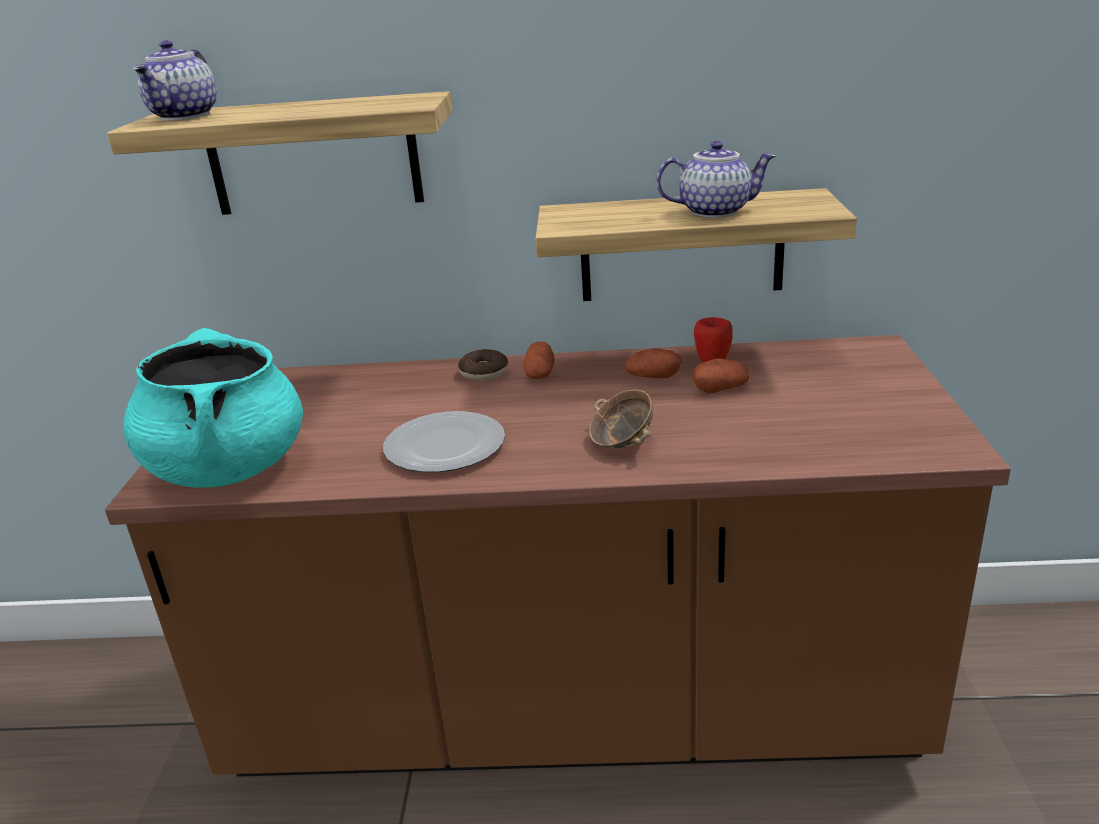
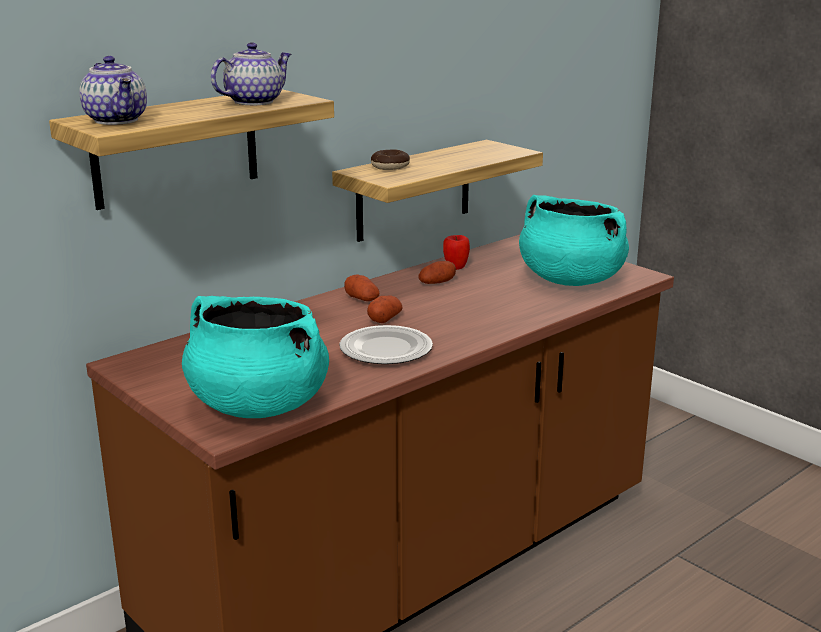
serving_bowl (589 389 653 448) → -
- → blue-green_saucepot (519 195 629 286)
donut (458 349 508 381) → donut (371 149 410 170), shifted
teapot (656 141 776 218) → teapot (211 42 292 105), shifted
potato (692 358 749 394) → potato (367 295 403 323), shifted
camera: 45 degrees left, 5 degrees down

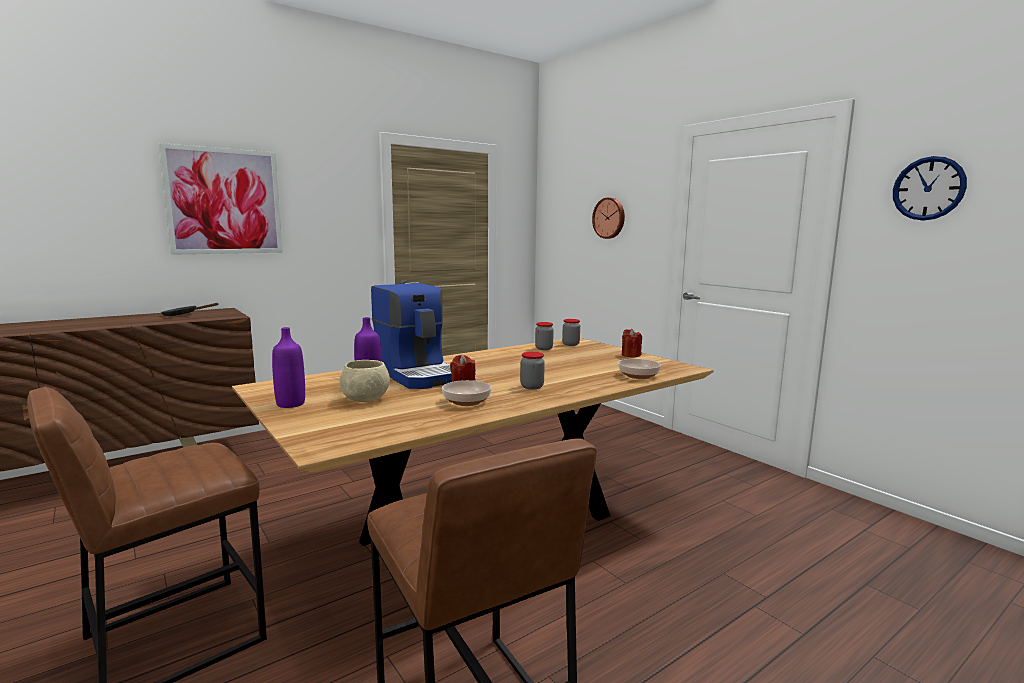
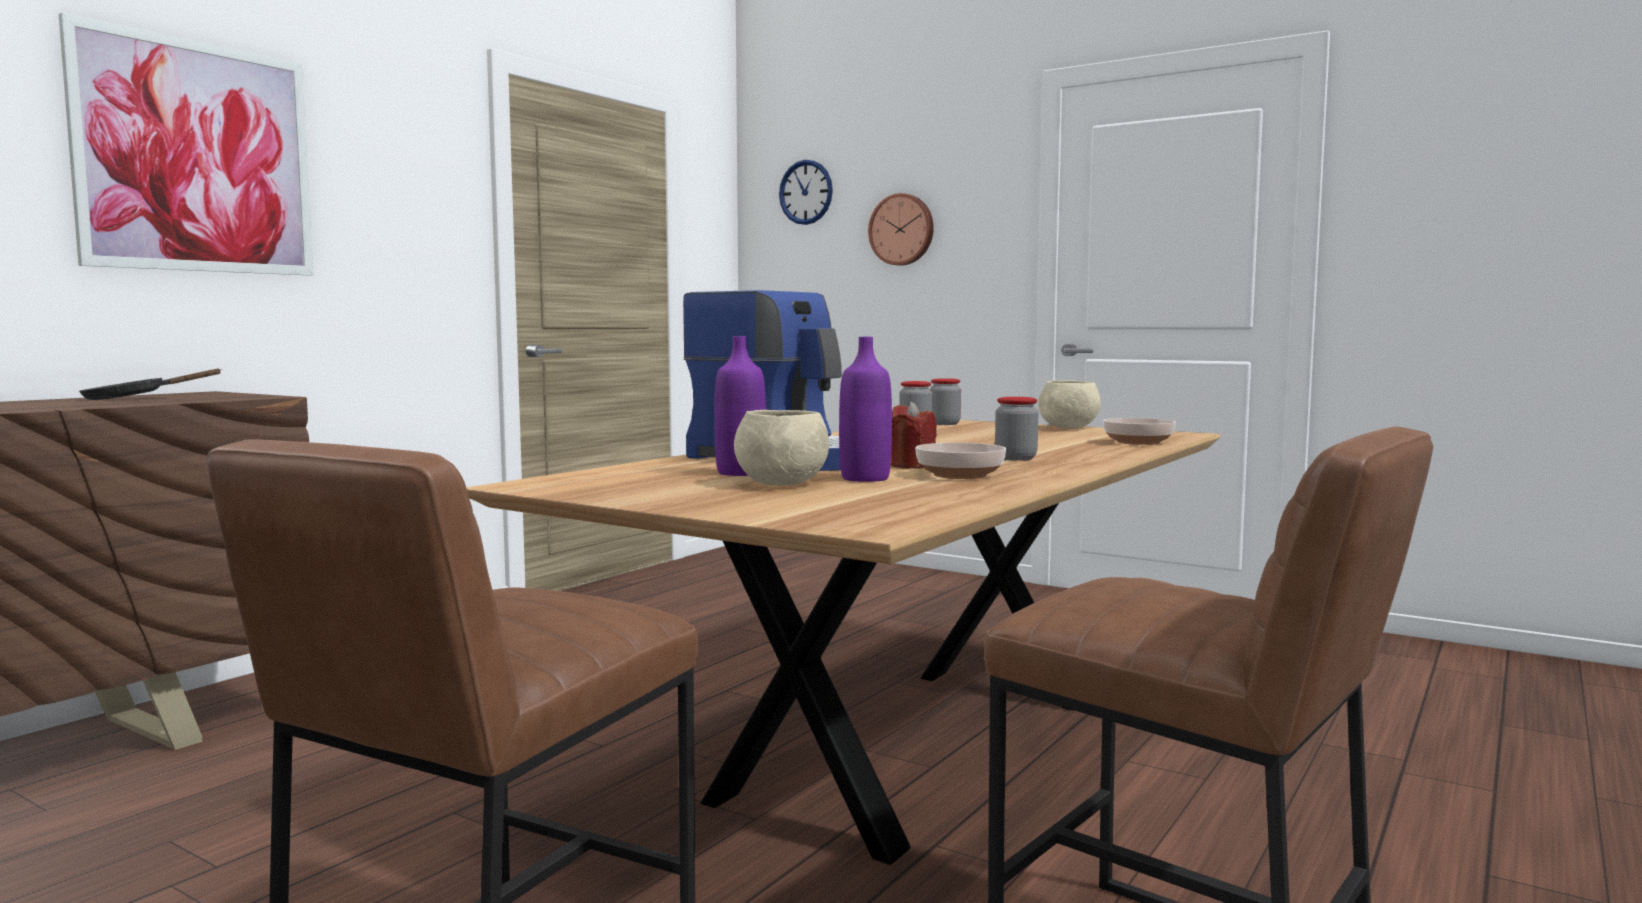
purple_bottle (272 327 305 408) → purple_bottle (839 337 892 482), shifted
wall_clock (893 156 967 221) → wall_clock (779 160 833 225), shifted
red-coloured_candle (622 329 642 357) → beige_serving_bowl (1038 380 1101 429)
camera: 20 degrees left, 5 degrees down

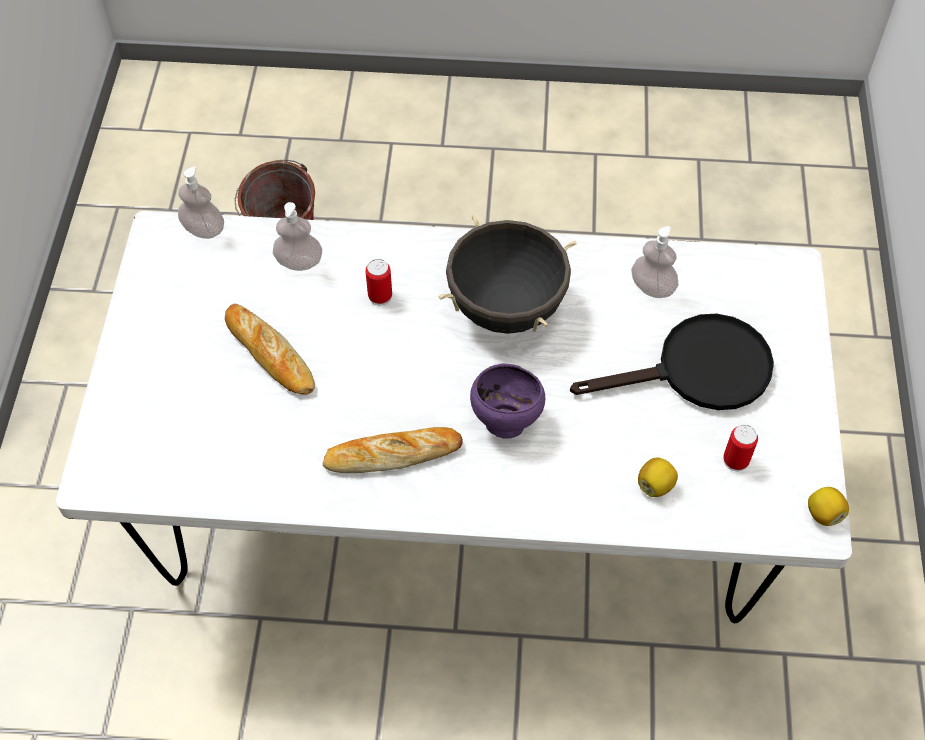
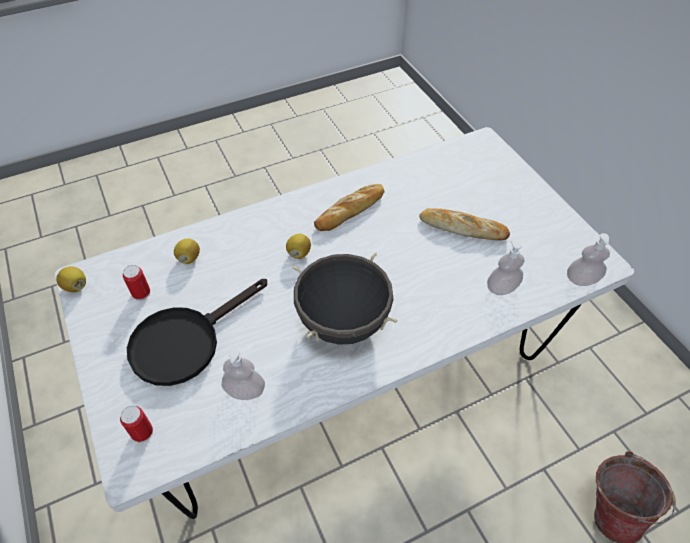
can (366 259 392 306) → can (120 406 153 443), shifted
purple_serving_bowl (470 364 545 439) → citrus_fruit (286 234 311 259)
camera: 150 degrees right, 5 degrees down

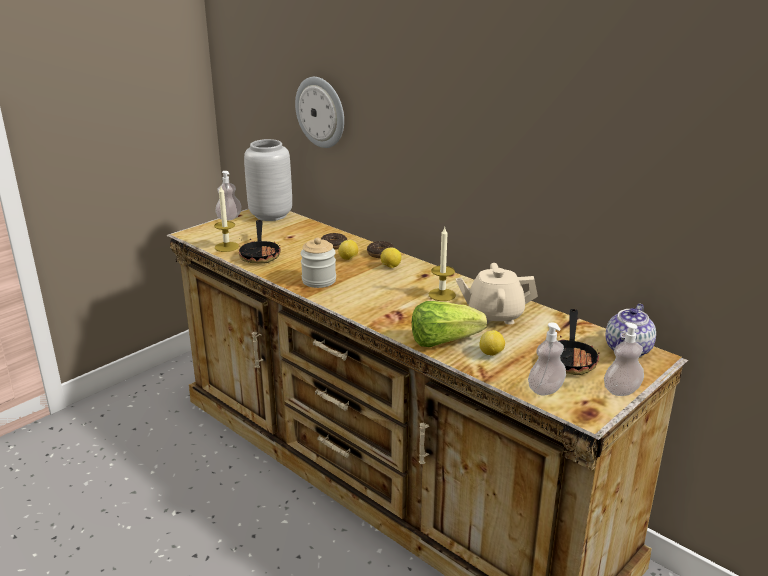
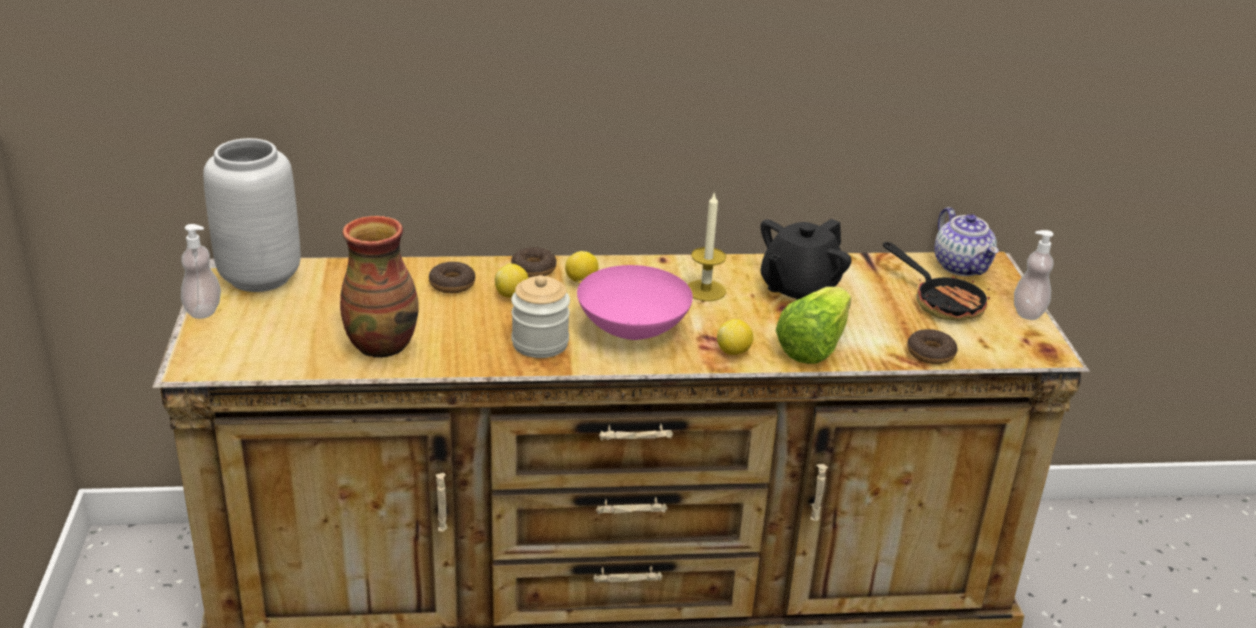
candle (214 186 239 252) → -
wall_clock (295 77 344 148) → -
liquid_soap_bottle (528 322 566 395) → -
- → pink_serving_bowl (577 265 693 340)
- → donut (907 329 958 364)
citrus_fruit (479 330 505 356) → citrus_fruit (717 319 753 355), shifted
frying_pan (239 220 281 263) → flower_vase (340 216 419 358)
beige_teapot (456 263 538 325) → black_teapot (761 219 852 300)
camera: 50 degrees left, 5 degrees up

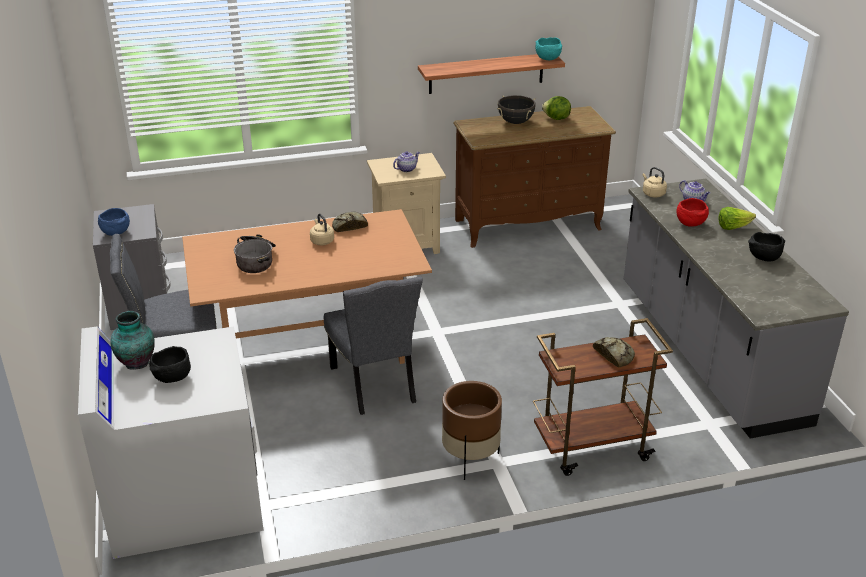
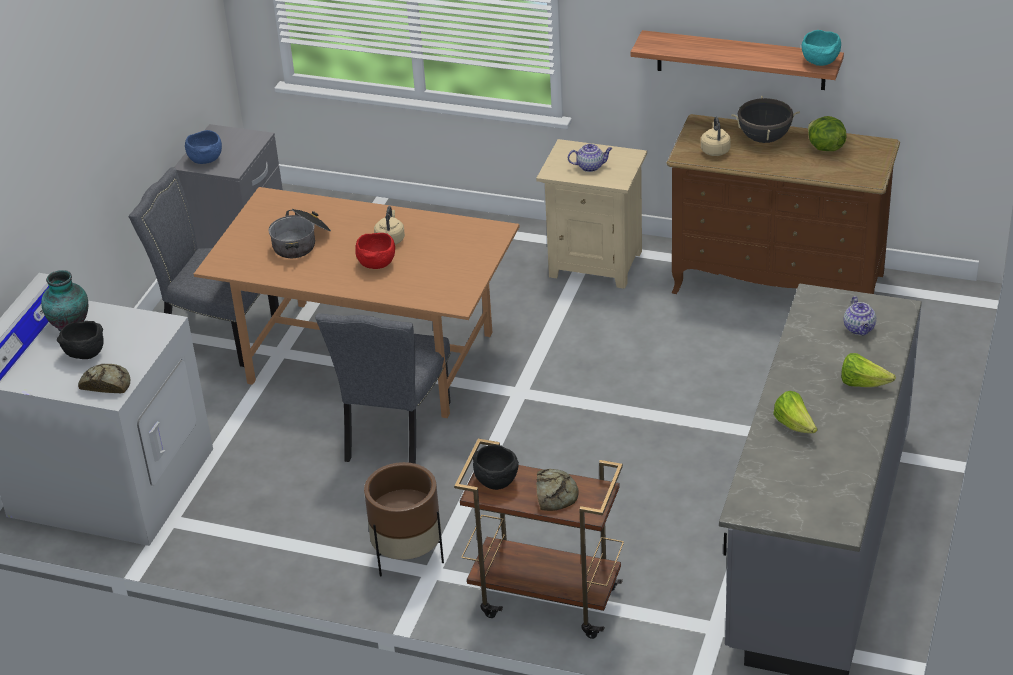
- → lettuce_head (773 391 817 433)
bakery_bread (332 211 368 232) → bakery_bread (78 364 130 393), shifted
beige_kettle (642 167 667 198) → beige_kettle (701 117 731 156), shifted
red-coloured_serving_bowl (676 198 709 227) → red-coloured_serving_bowl (355 233 395 269), shifted
black_serving_bowl (748 232 785 261) → black_serving_bowl (472 444 519 490), shifted
camera: 35 degrees right, 5 degrees up

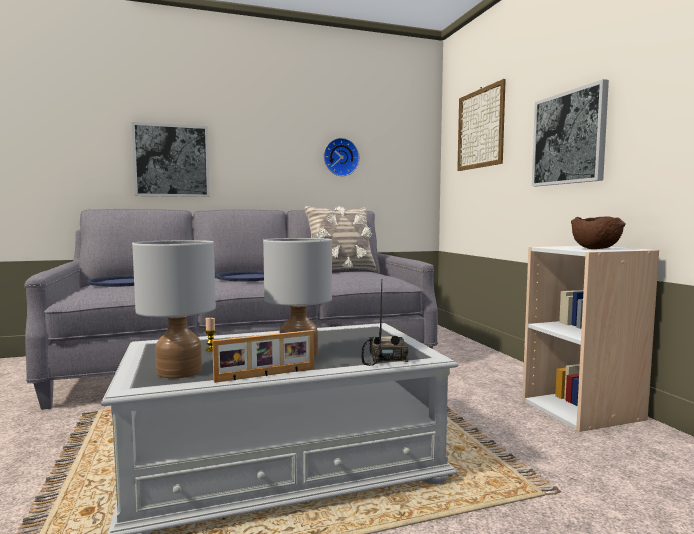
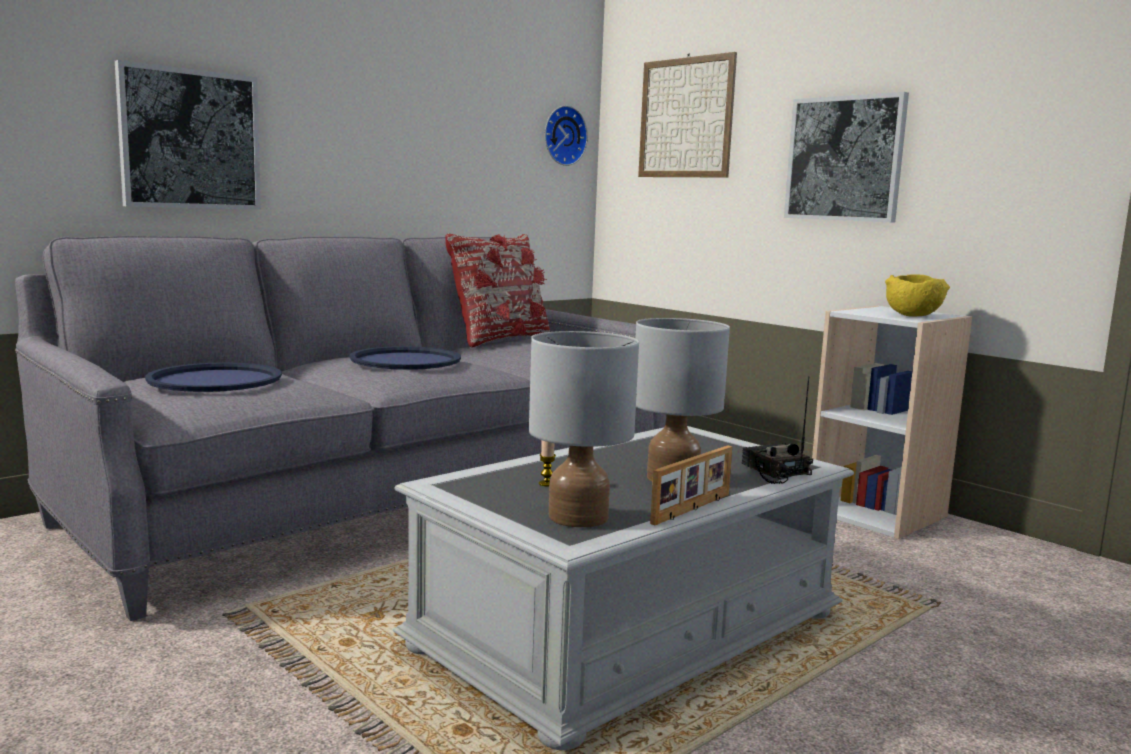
wall_clock (323 138 360 176) → wall_clock (545 105 588 166), shifted
beige_cushion (305 206 376 271) → red-coloured_cushion (445 234 550 348)
brown_serving_bowl (571 217 626 249) → yellowish_serving_bowl (885 274 950 317)
camera: 25 degrees left, 5 degrees up

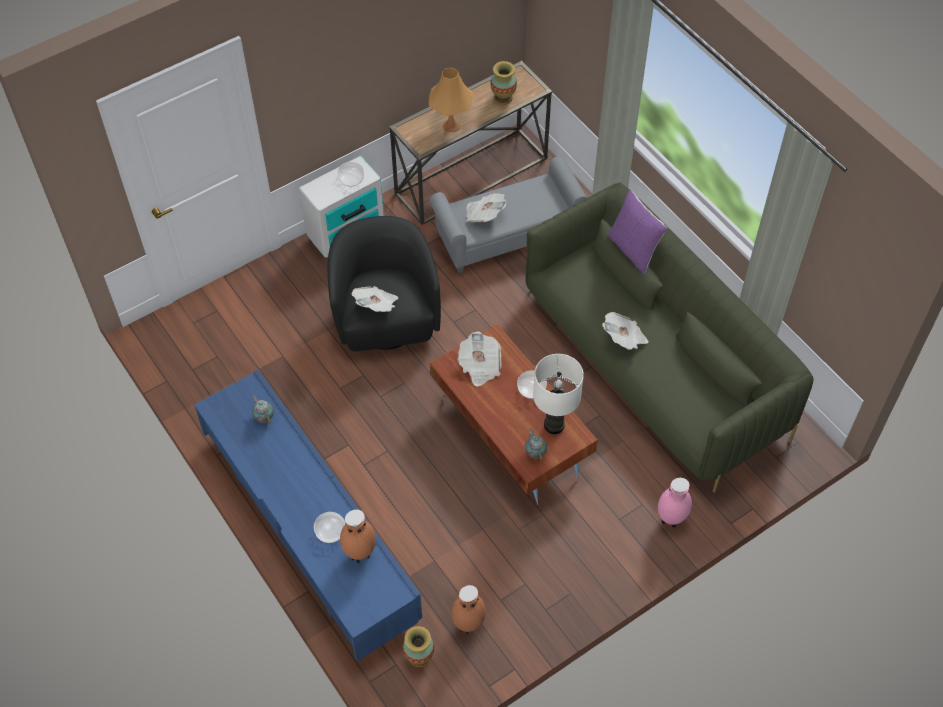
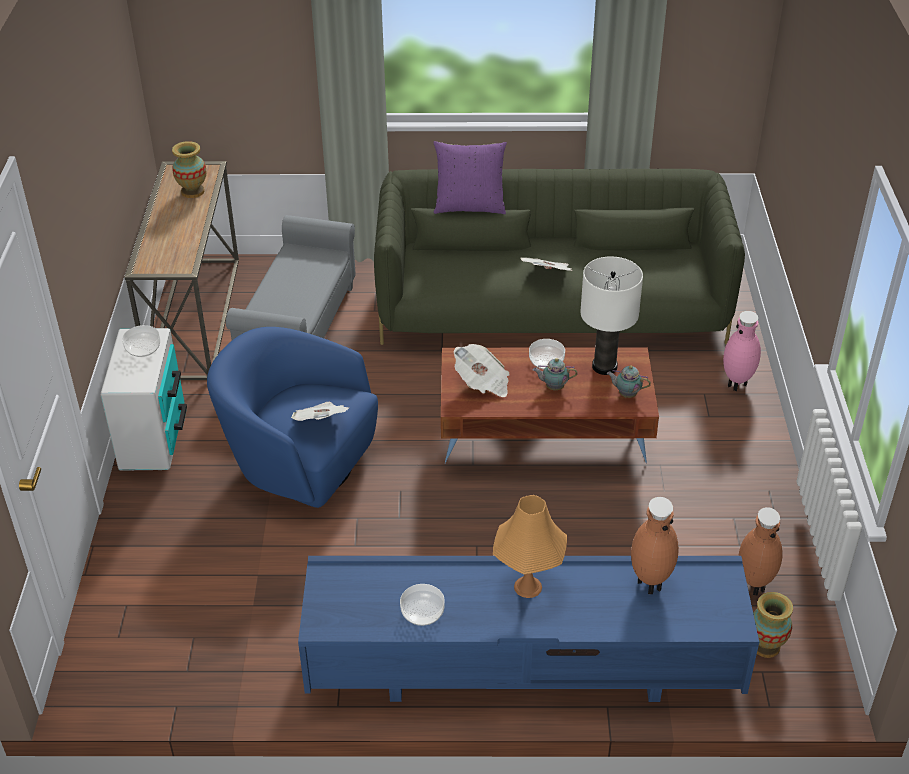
newspaper (466 193 506 222) → -
teapot (252 395 274 423) → teapot (533 358 577 390), shifted
serving_bowl (314 512 345 543) → serving_bowl (400 584 445 626), shifted
orange-coloured_tabletop_lamp (429 67 473 132) → orange-coloured_tabletop_lamp (493 495 567 598), shifted
black_lounge_chair (328 216 441 351) → bluish_lounge_chair (207 327 378 508)
camera: 55 degrees left, 15 degrees down

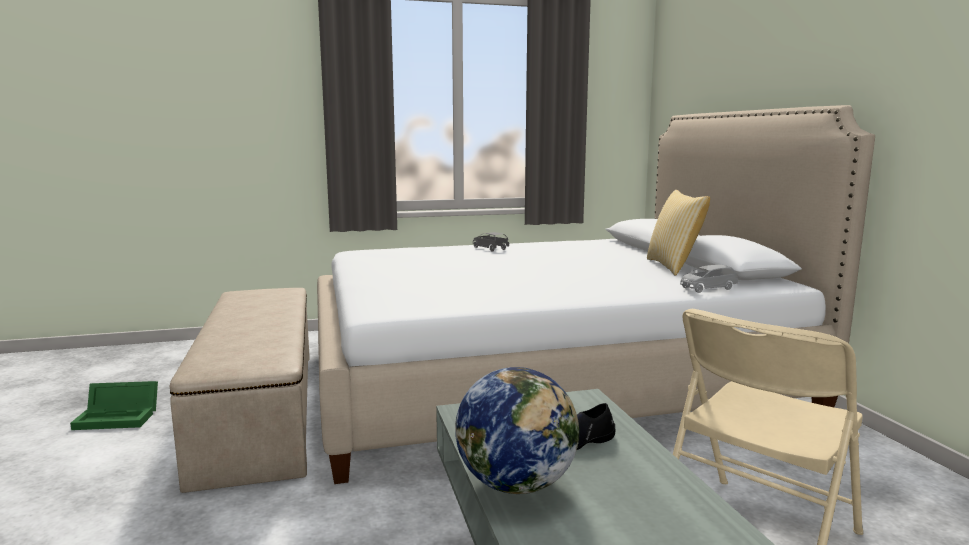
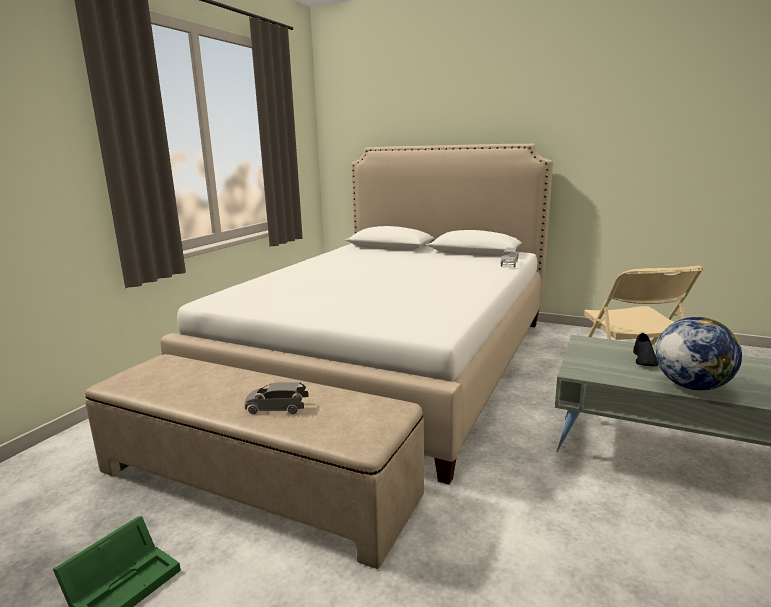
cushion (647 190 710 276) → -
greyish_miniature_car (473 232 509 251) → greyish_miniature_car (245 382 309 414), shifted
camera: 50 degrees left, 5 degrees up

